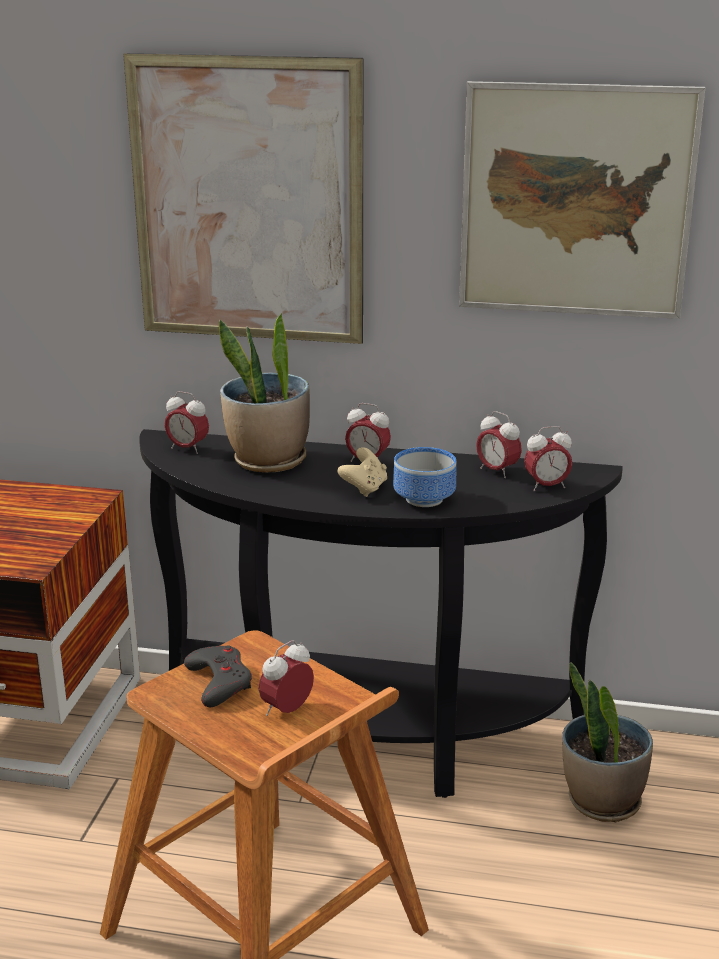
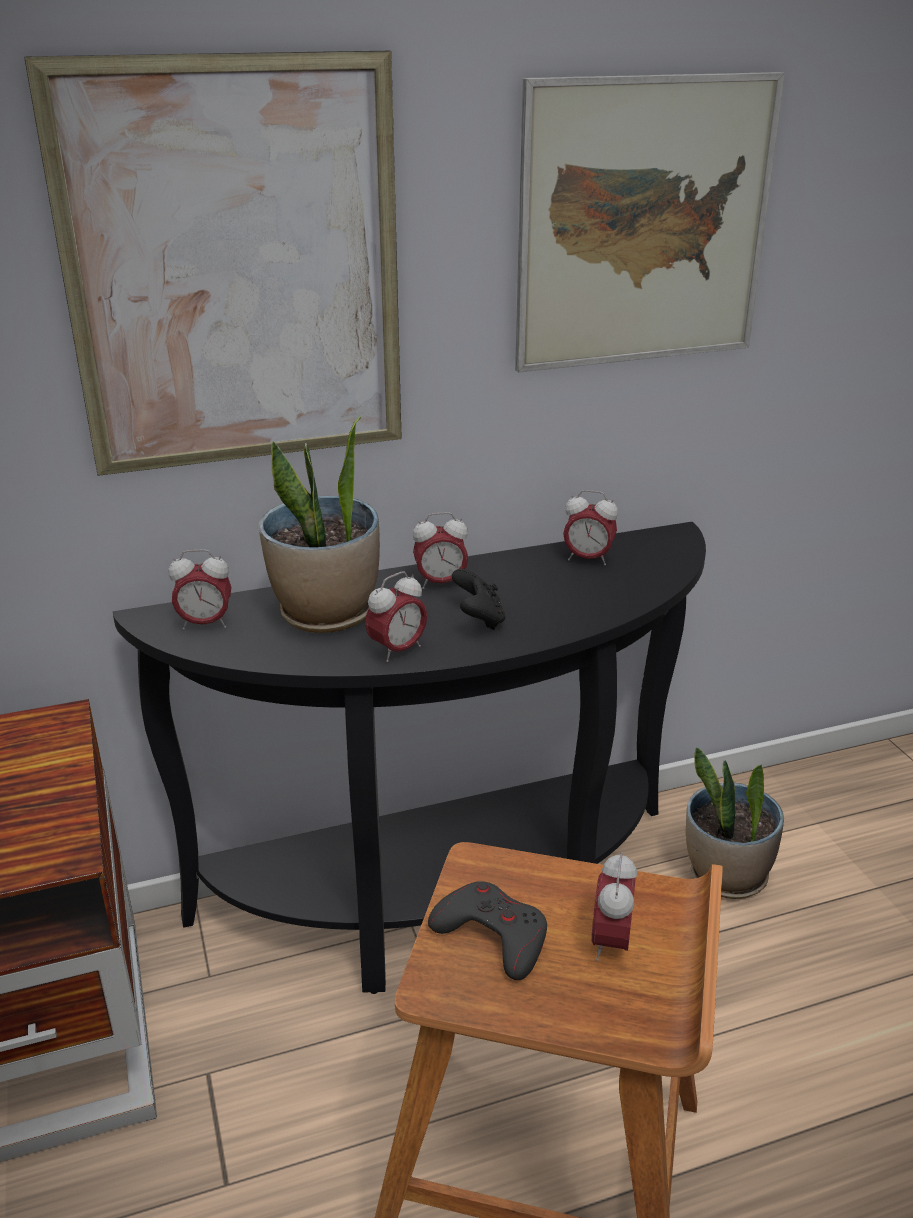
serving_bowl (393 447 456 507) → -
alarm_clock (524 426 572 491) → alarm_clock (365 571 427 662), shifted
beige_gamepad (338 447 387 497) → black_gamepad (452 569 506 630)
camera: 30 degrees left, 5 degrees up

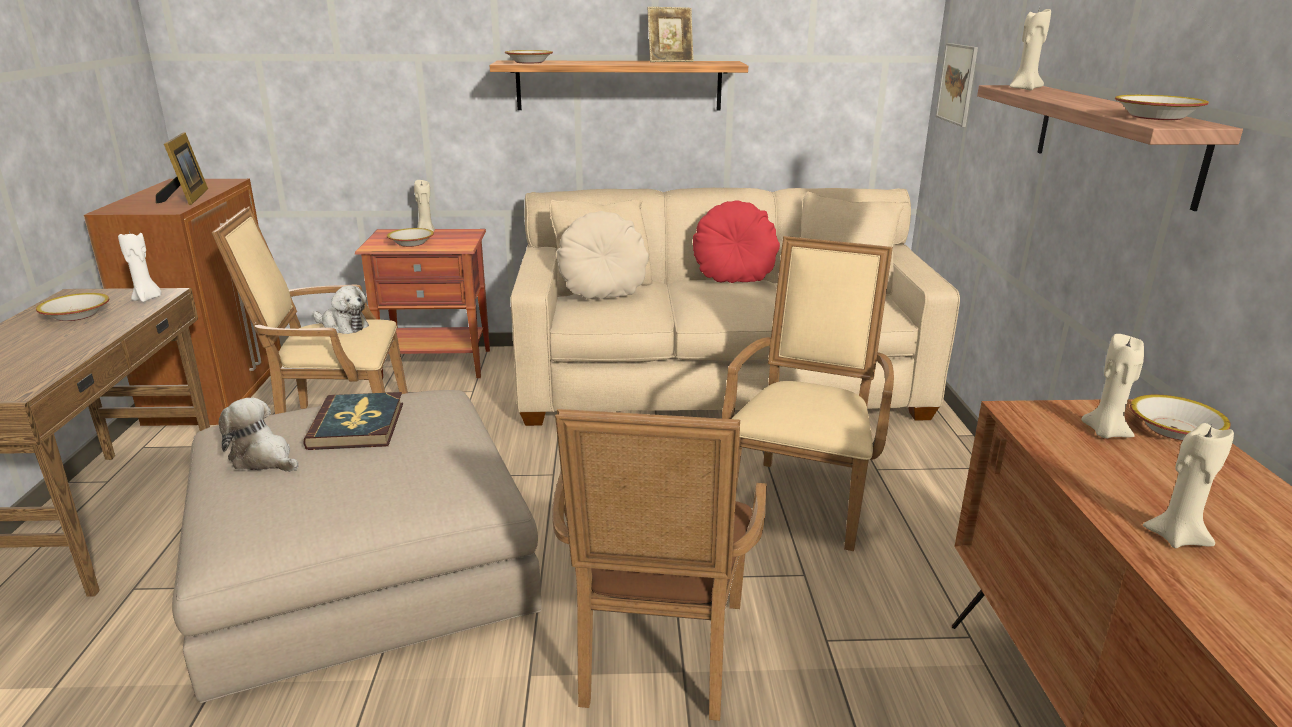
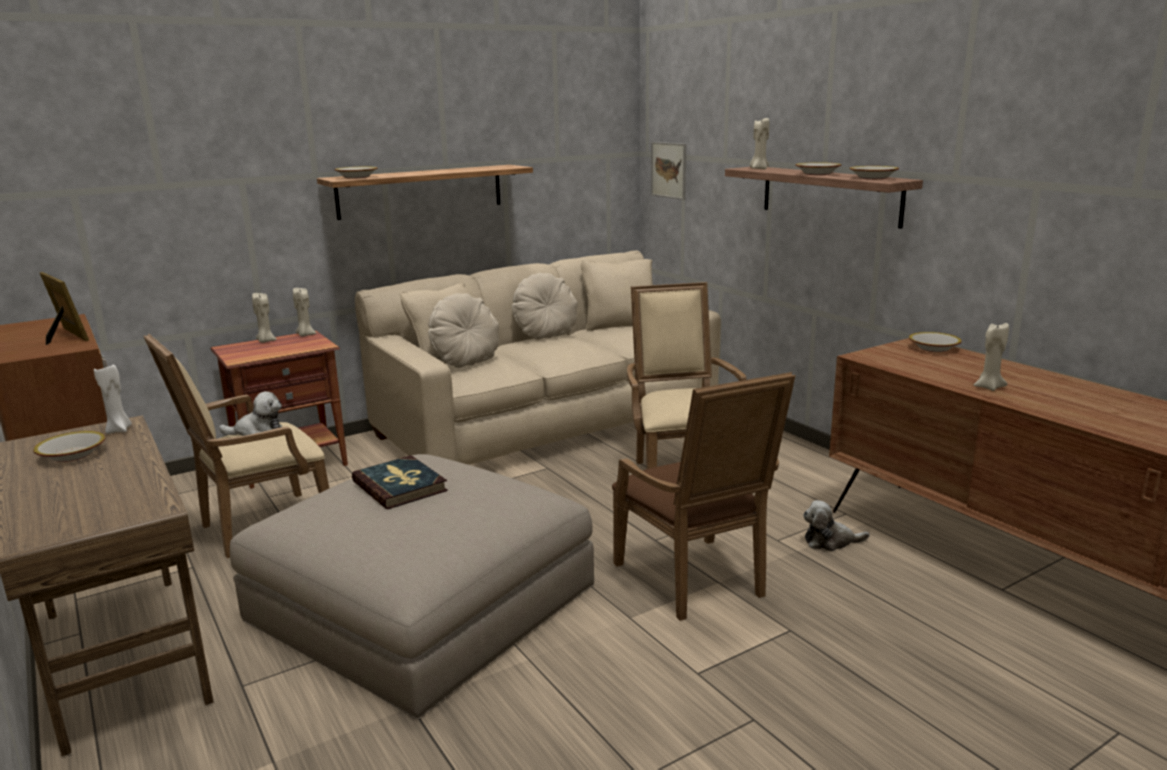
photo_frame (648 7 694 62) → -
cuddly_toy (218 398 299 472) → cuddly_toy (803 500 870 551), shifted
serving_bowl (387 228 434 247) → serving_bowl (795 162 841 175), shifted
beige_candle (1081 334 1144 439) → beige_candle (293 288 316 336), shifted
red-coloured_cushion (693 201 780 283) → beige_cushion (512 273 578 340)
camera: 30 degrees left, 5 degrees down

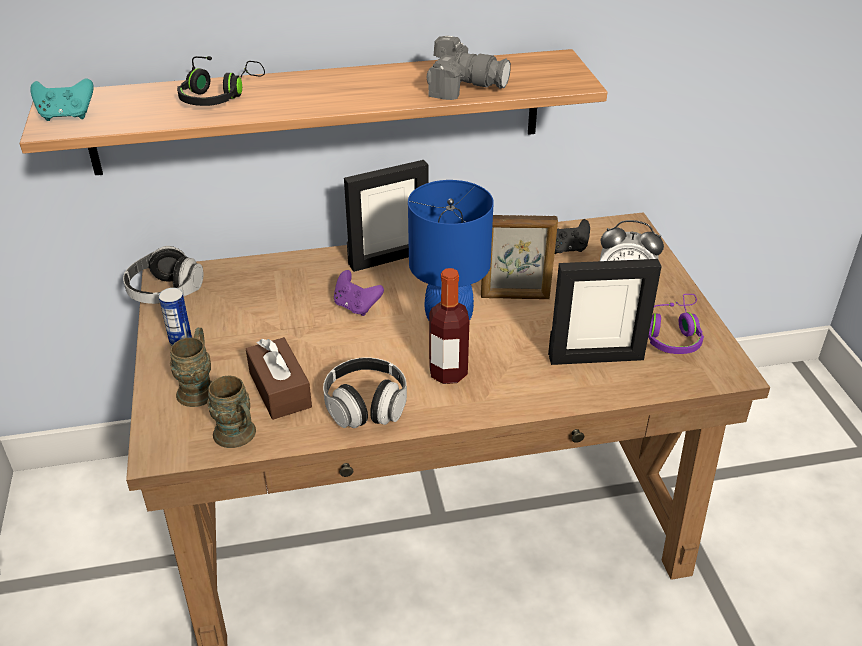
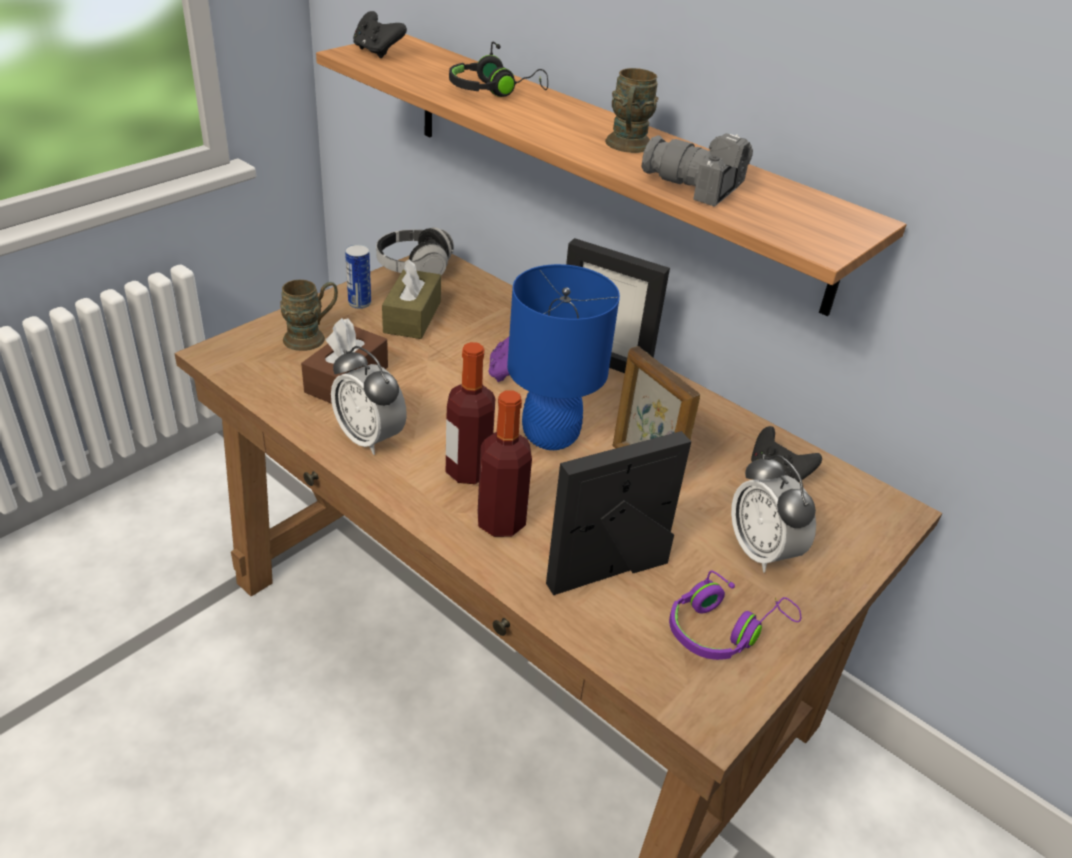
- → brown_tissue_box (382 259 441 339)
- → bottle (477 390 532 537)
brown_coffee_mug (207 376 256 448) → brown_coffee_mug (605 68 659 153), shifted
headphones (323 357 407 428) → alarm_clock (331 346 407 455)
blue-green_gamepad (30 78 94 121) → black_gamepad (353 11 407 58)
still_camera (426 36 511 100) → still_camera (642 133 753 207), 135 degrees clockwise
photo_frame (548 259 662 365) → photo_frame (546 431 691 595), 105 degrees clockwise
camera: 50 degrees right, 0 degrees up

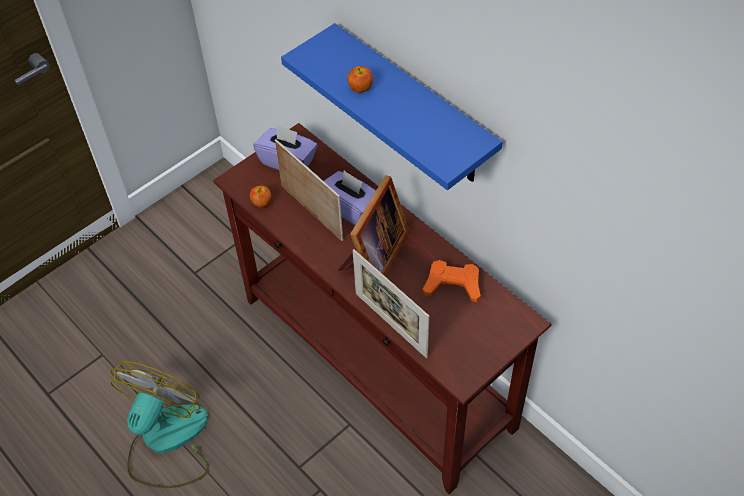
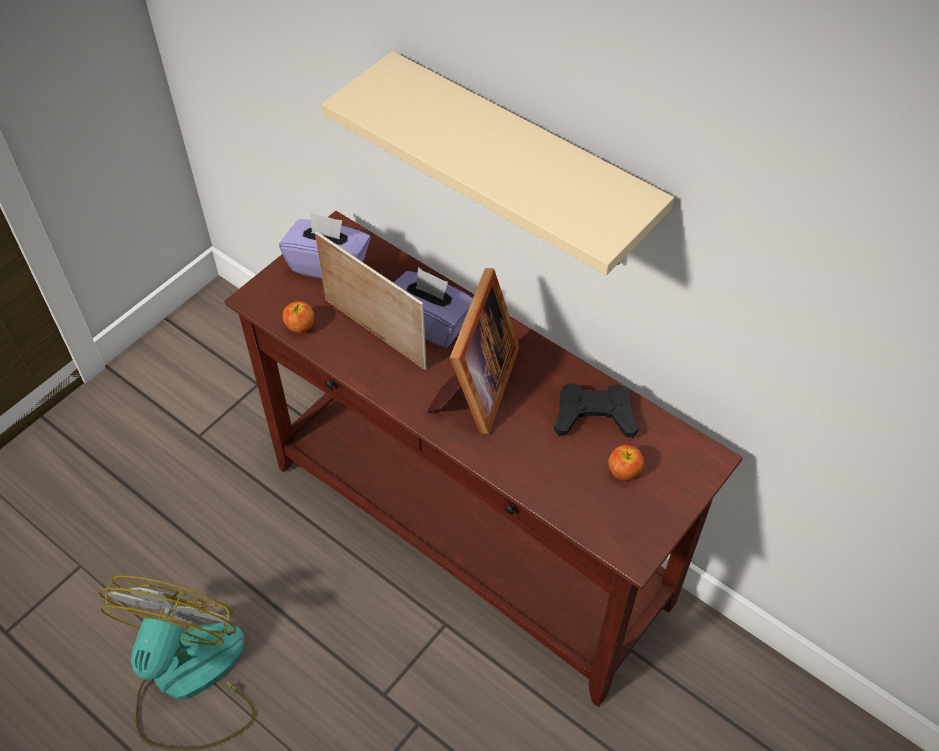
photo_frame (353 249 429 358) → -
apple (347 66 373 93) → apple (608 445 644 480), shifted
bluish_bracket_shelf (281 23 503 190) → beige_bracket_shelf (321 51 674 275)
orange-coloured_gamepad (423 260 481 302) → black_gamepad (554 383 639 438)
camera: 10 degrees left, 0 degrees up

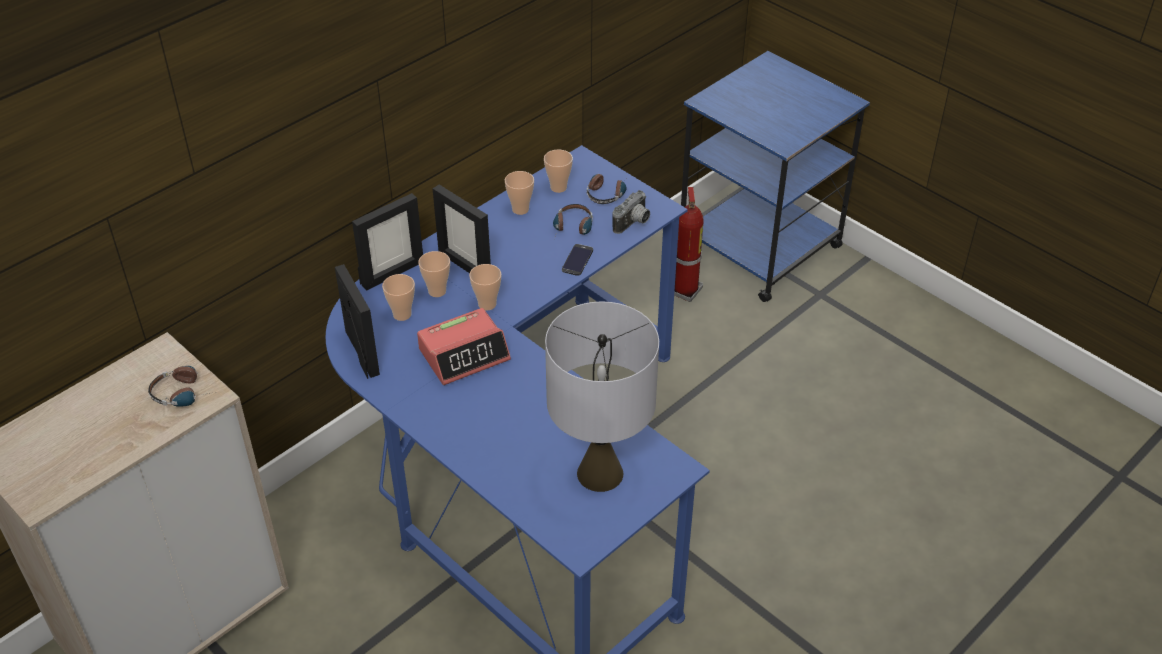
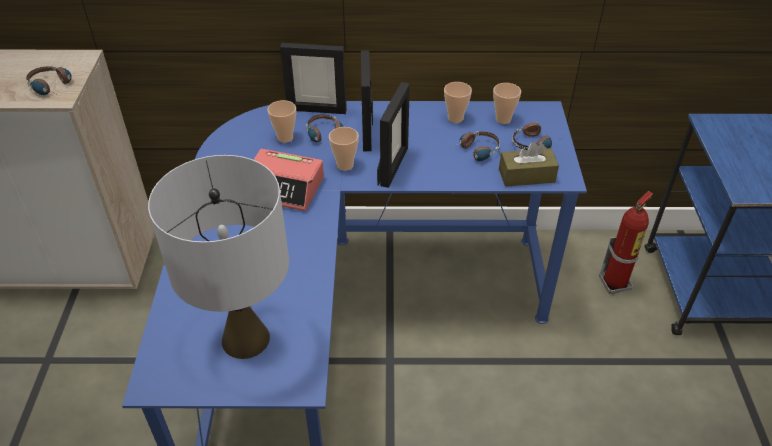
phone (562 244 593 276) → -
photo_frame (335 264 380 379) → photo_frame (377 82 410 188), shifted
drinking_cup (418 251 450 297) → headphones (306 115 344 148)
still_camera (612 190 650 234) → brown_tissue_box (499 142 559 187)
camera: 45 degrees right, 0 degrees up

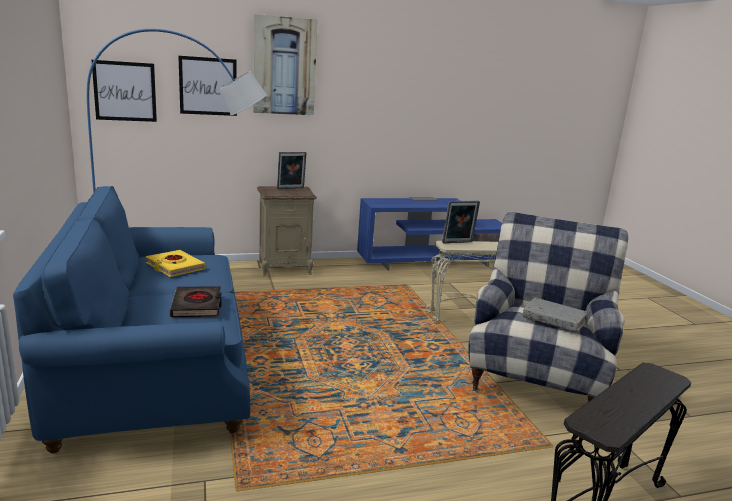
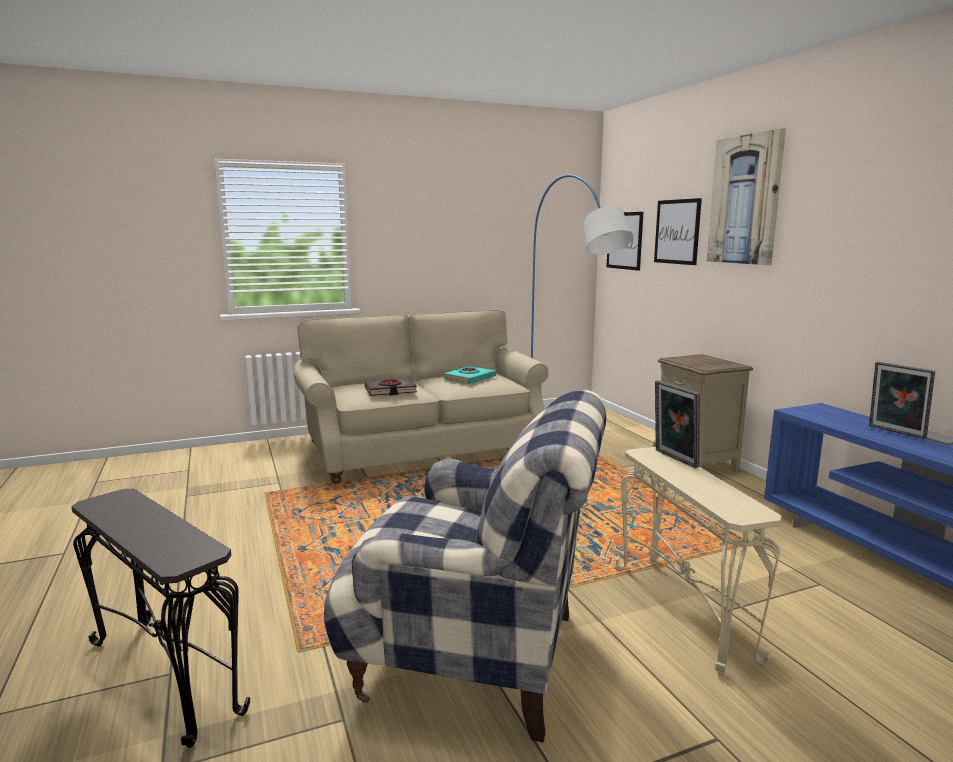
greyish_bound_book (523 298 587 332) → -
photo_frame (277 152 306 189) → photo_frame (869 362 935 439), shifted
bluish_settee (13 186 250 454) → beige_settee (293 310 548 484)
yellowish_bound_book (146 250 205 277) → blue-green_bound_book (443 366 496 384)
camera: 85 degrees right, 5 degrees down

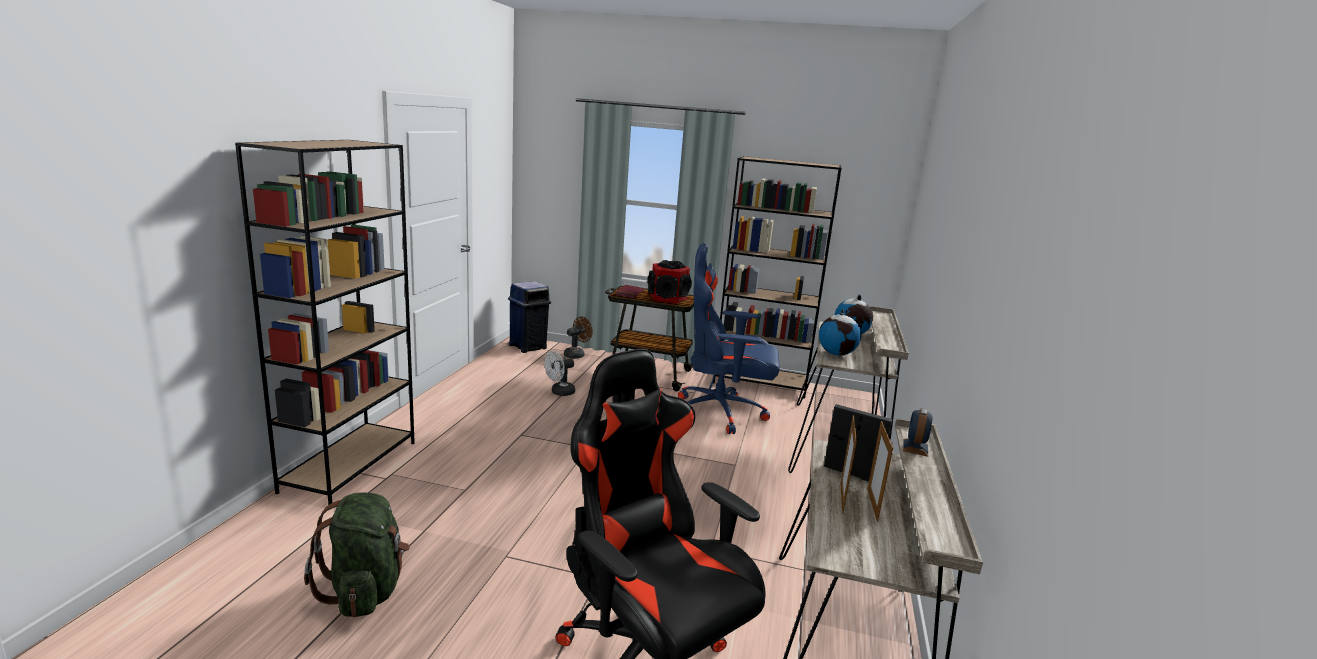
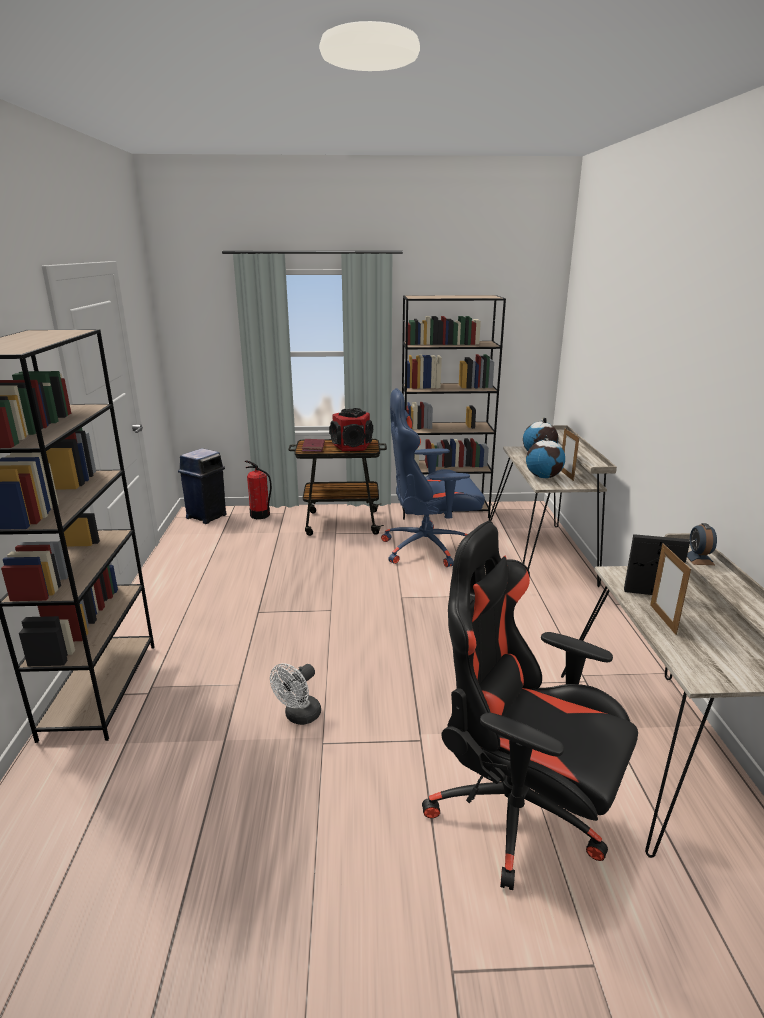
greenish_rucksack (304 492 410 617) → -
white_electric_fan (544 351 575 396) → white_electric_fan (270 663 321 725), shifted
photo_frame (867 421 893 522) → photo_frame (561 428 579 481), shifted
brown_electric_fan (564 316 593 359) → fire_extinguisher (245 460 272 519)
camera: 15 degrees left, 5 degrees up

